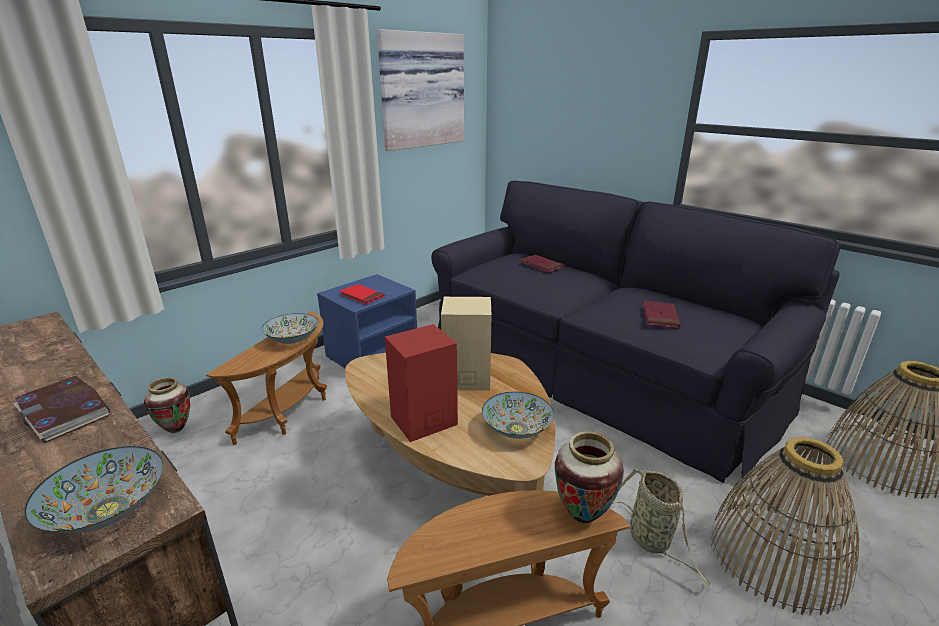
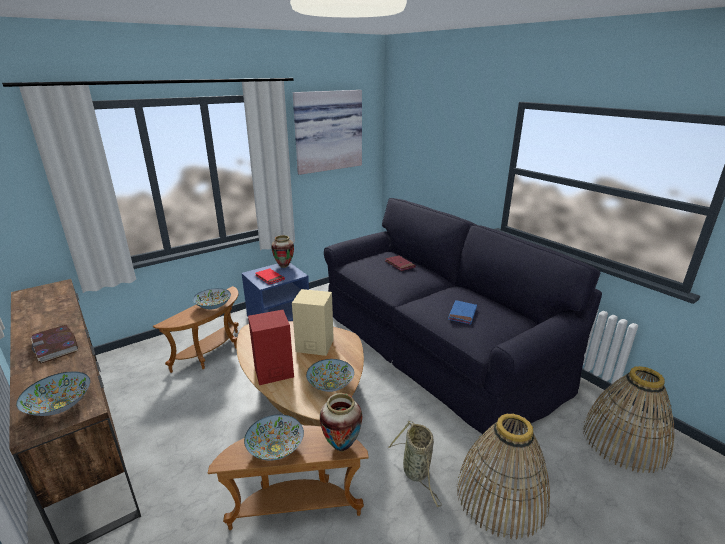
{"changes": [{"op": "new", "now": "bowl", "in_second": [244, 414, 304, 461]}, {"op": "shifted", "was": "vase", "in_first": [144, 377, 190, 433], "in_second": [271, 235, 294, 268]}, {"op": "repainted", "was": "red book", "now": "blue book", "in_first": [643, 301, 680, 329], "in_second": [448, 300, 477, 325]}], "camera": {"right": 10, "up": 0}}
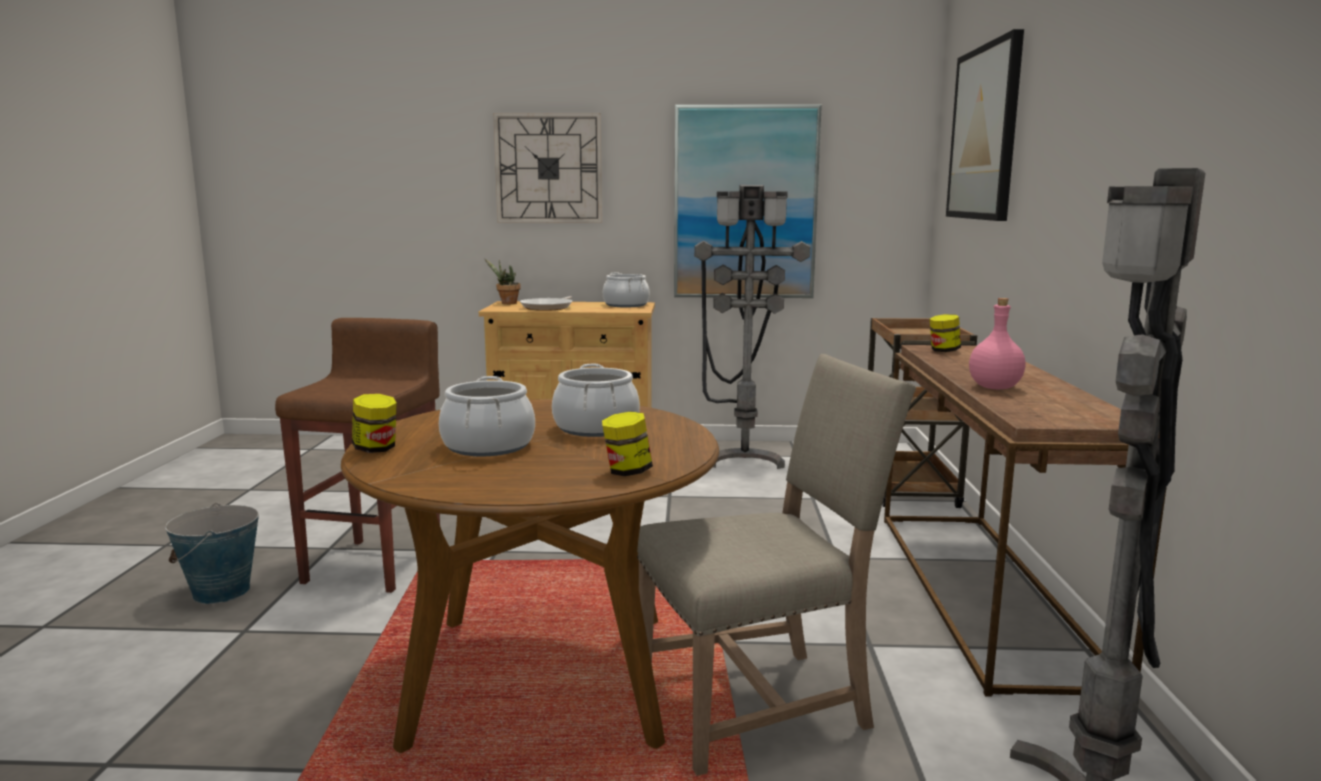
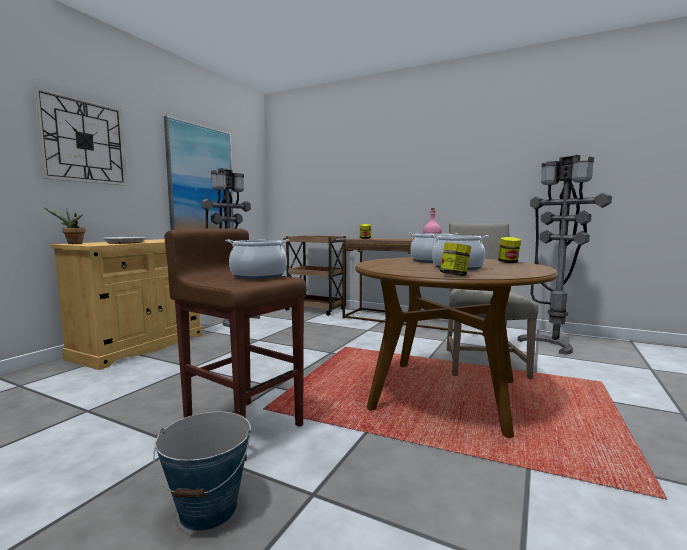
{"changes": [{"op": "shifted", "was": "cooking pot", "in_first": [603, 273, 650, 307], "in_second": [226, 239, 289, 279]}, {"op": "gone", "was": "picture", "in_first": [946, 29, 1024, 221]}], "camera": {"right": -65, "up": -5}}
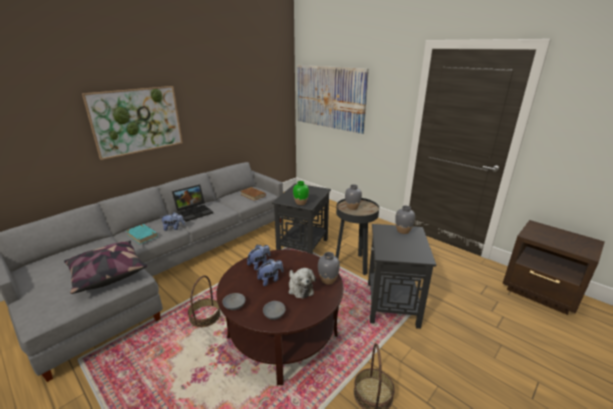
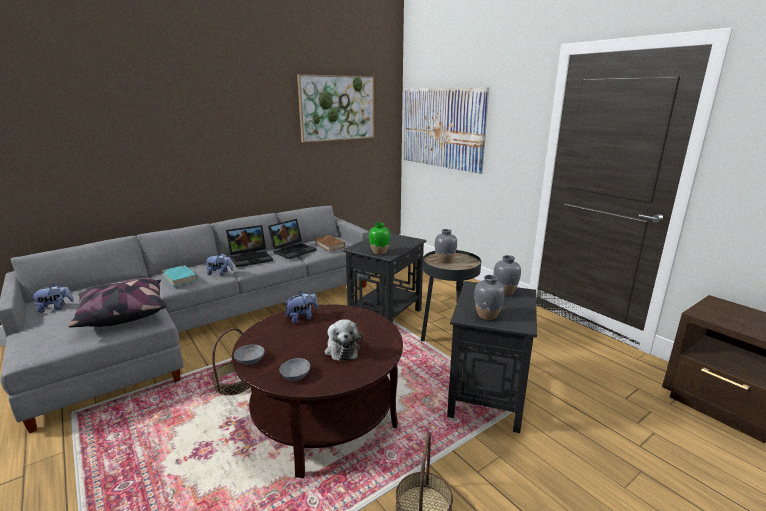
{"changes": [{"op": "shifted", "was": "plush toy", "in_first": [257, 259, 284, 286], "in_second": [31, 284, 74, 313]}, {"op": "new", "now": "laptop", "in_second": [268, 219, 316, 259]}, {"op": "shifted", "was": "picture", "in_first": [82, 86, 183, 160], "in_second": [297, 74, 374, 142]}, {"op": "shifted", "was": "grey vase", "in_first": [318, 252, 340, 284], "in_second": [474, 275, 505, 320]}], "camera": {"right": 10, "up": -5}}
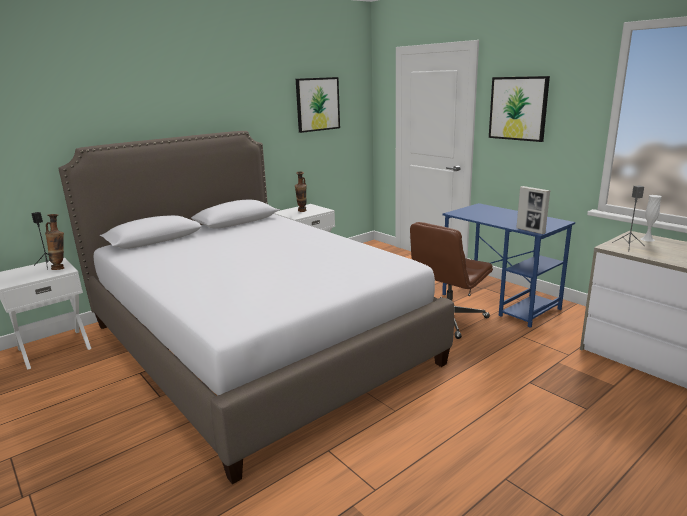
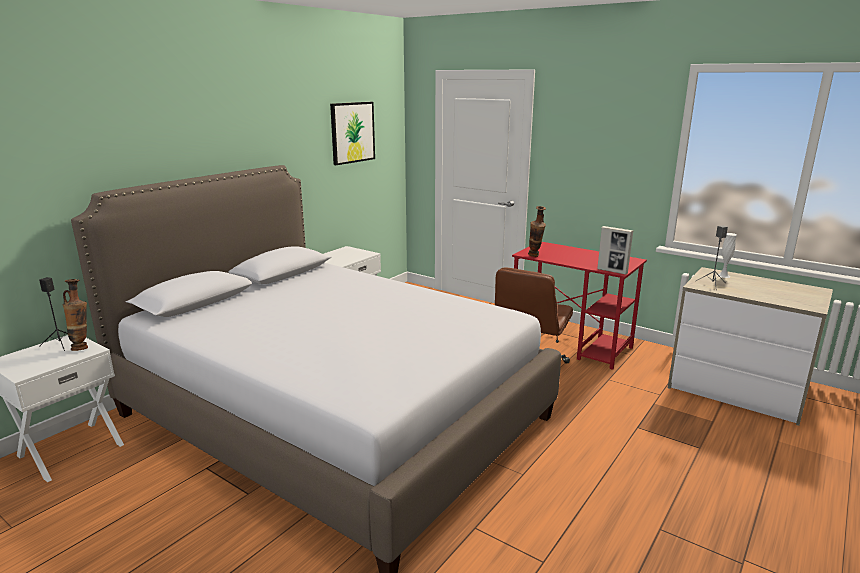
{"changes": [{"op": "repainted", "was": "blue desk", "now": "red desk", "in_first": [442, 203, 575, 328], "in_second": [512, 242, 647, 370]}, {"op": "shifted", "was": "vase", "in_first": [295, 171, 307, 212], "in_second": [528, 206, 546, 257]}, {"op": "gone", "was": "picture", "in_first": [489, 76, 550, 142]}], "camera": {"right": -15, "up": 0}}
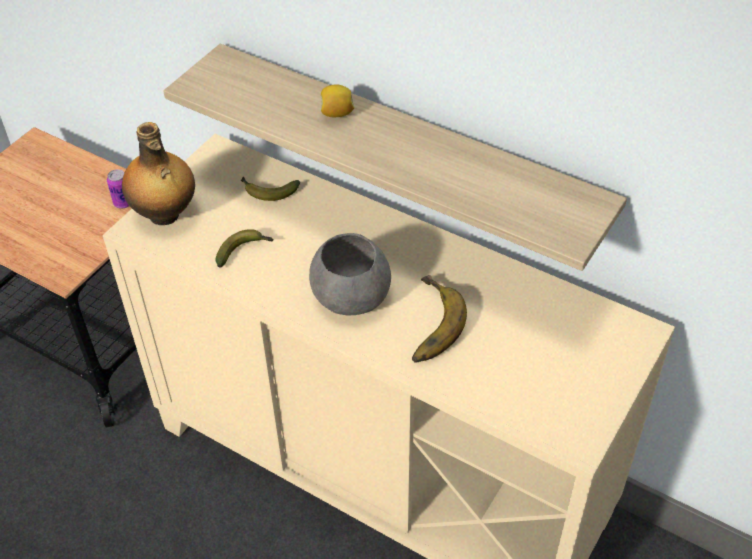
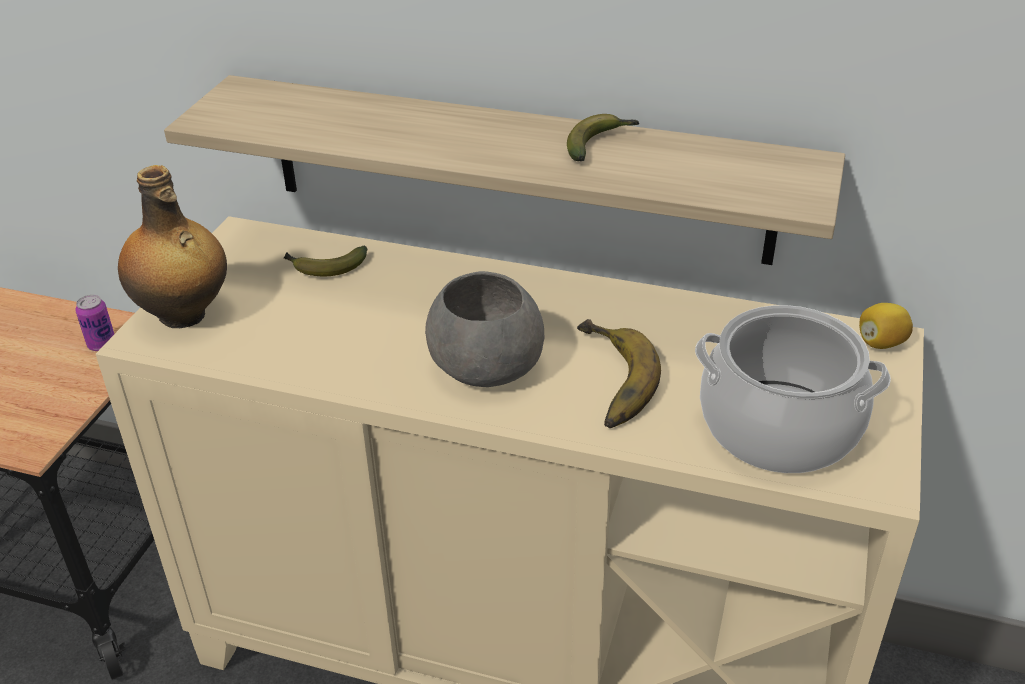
{"changes": [{"op": "shifted", "was": "banana", "in_first": [215, 229, 274, 267], "in_second": [567, 114, 639, 161]}, {"op": "new", "now": "cooking pot", "in_second": [695, 305, 891, 473]}, {"op": "shifted", "was": "lemon", "in_first": [321, 84, 355, 117], "in_second": [859, 303, 913, 349]}], "camera": {"right": -15, "up": -10}}
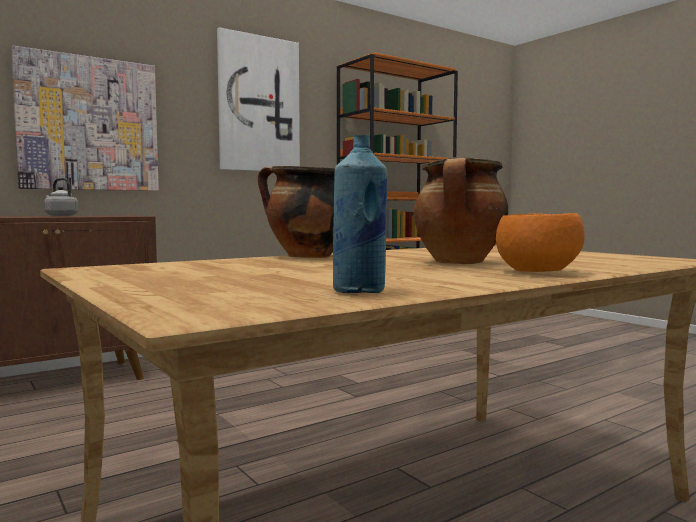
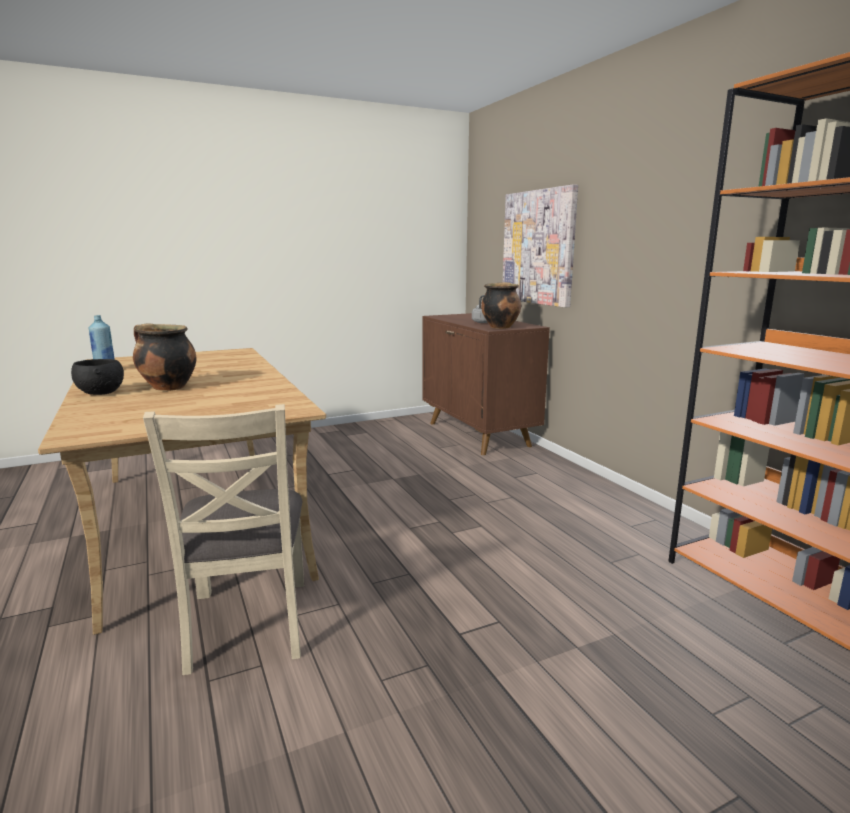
{"changes": [{"op": "repainted", "was": "orange bowl", "now": "black bowl", "in_first": [496, 213, 585, 272], "in_second": [71, 359, 124, 395]}, {"op": "new", "now": "beige chair", "in_second": [143, 404, 304, 675]}, {"op": "shifted", "was": "cooking pot", "in_first": [258, 166, 335, 258], "in_second": [481, 282, 521, 329]}, {"op": "gone", "was": "picture", "in_first": [217, 27, 300, 171]}], "camera": {"right": 100, "up": 10}}
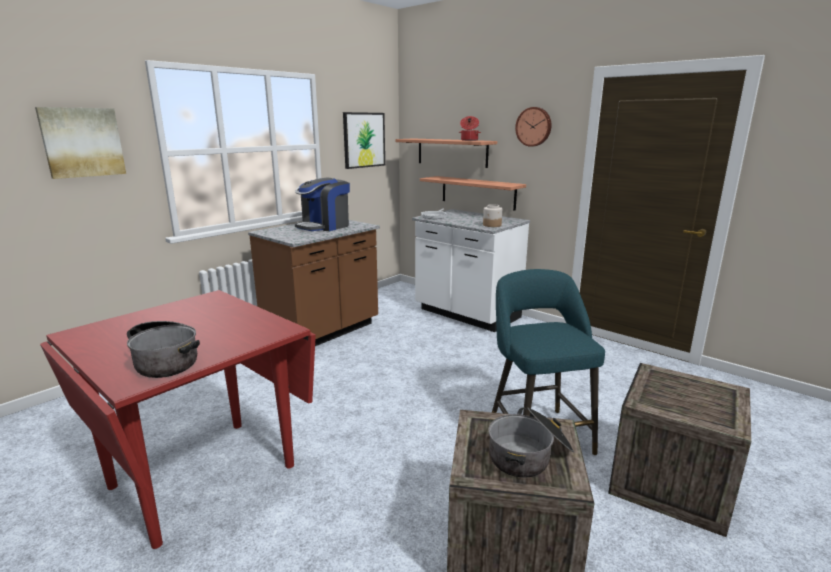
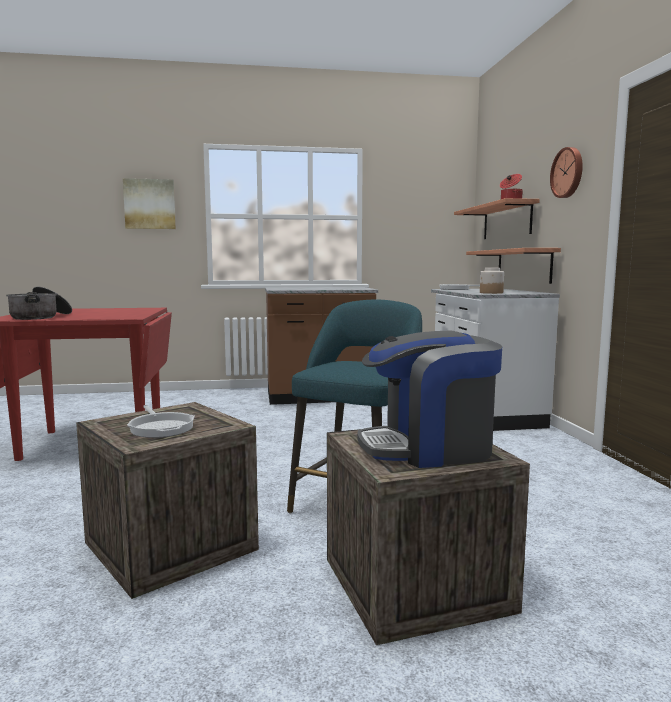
{"changes": [{"op": "swapped", "was": "cooking pot", "now": "frying pan", "in_first": [488, 407, 574, 478], "in_second": [127, 405, 195, 438]}, {"op": "shifted", "was": "coffee machine", "in_first": [295, 178, 350, 231], "in_second": [357, 331, 502, 468]}, {"op": "gone", "was": "picture", "in_first": [343, 112, 385, 169]}], "camera": {"right": 40, "up": -10}}
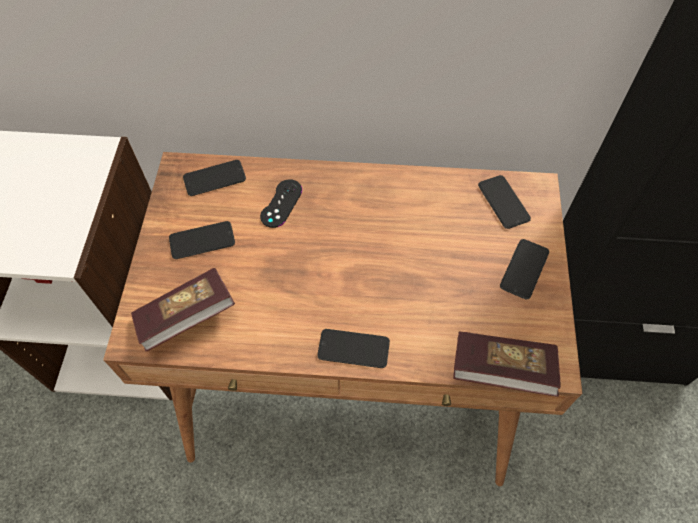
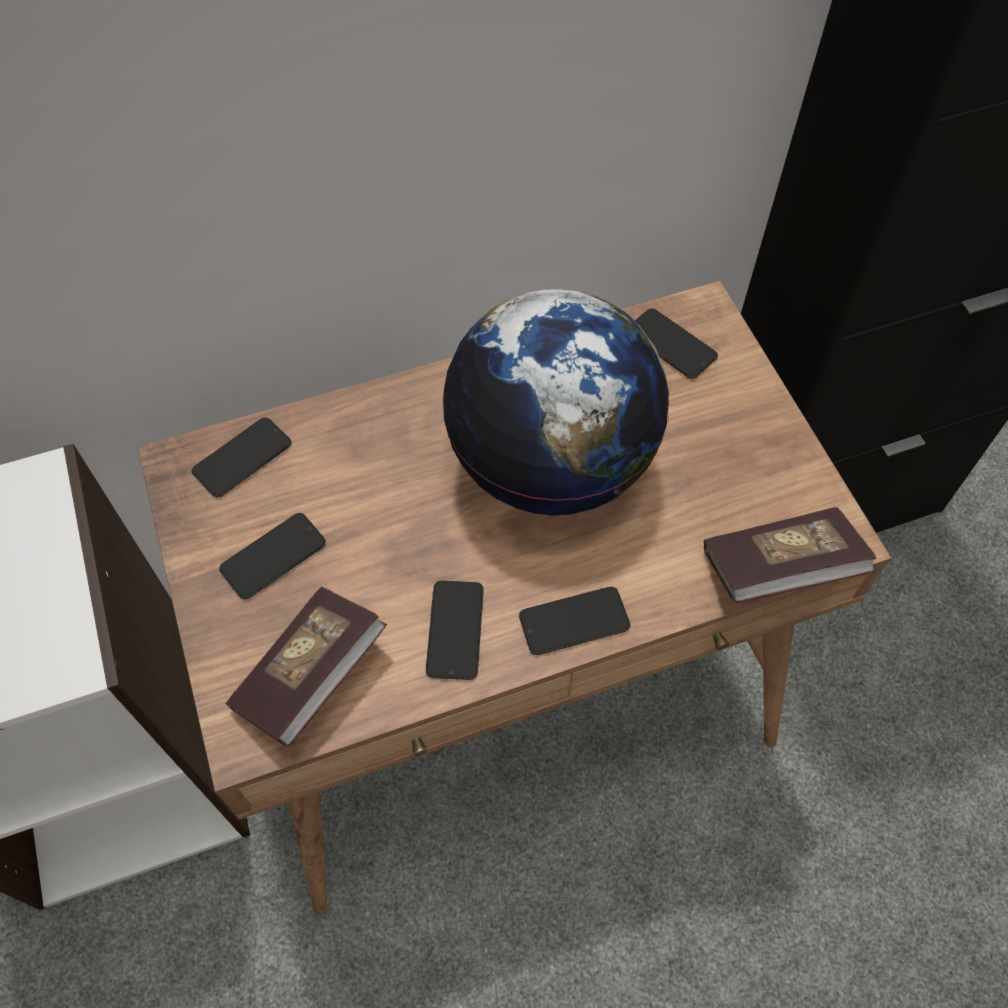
{"changes": [{"op": "shifted", "was": "phone", "in_first": [500, 239, 549, 299], "in_second": [426, 581, 484, 680]}, {"op": "new", "now": "globe", "in_second": [442, 289, 669, 516]}, {"op": "gone", "was": "black game controller", "in_first": [260, 179, 302, 228]}], "camera": {"right": -25, "up": 0}}
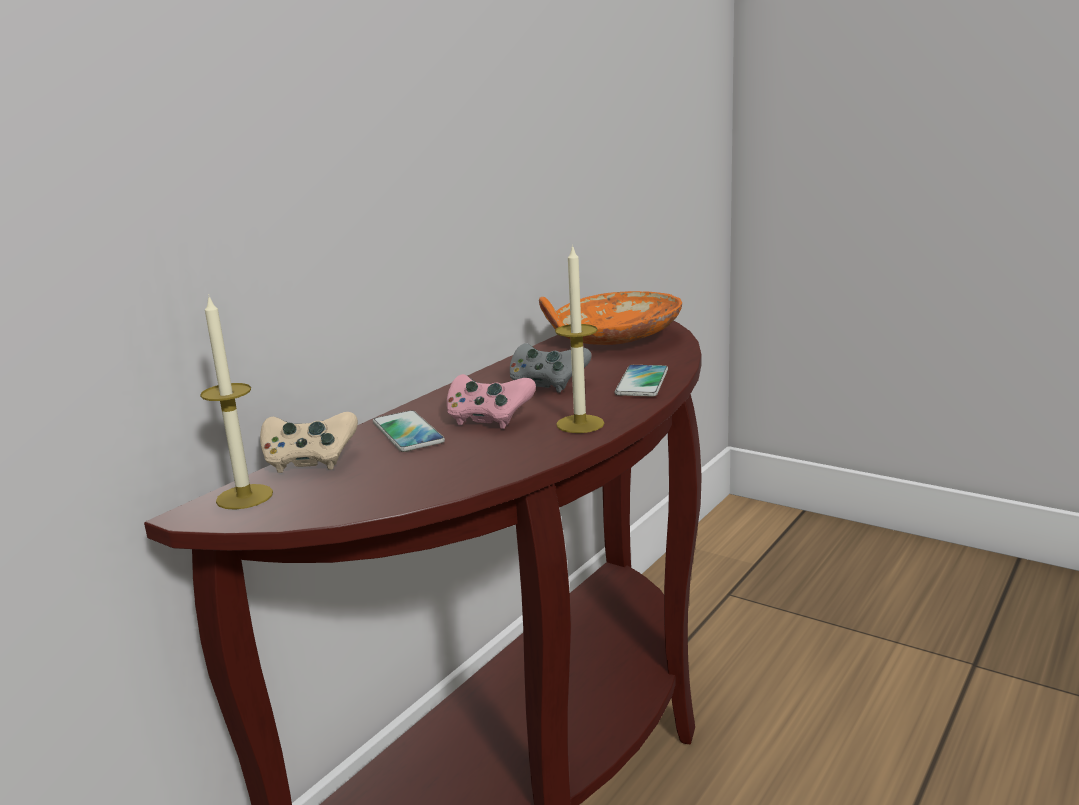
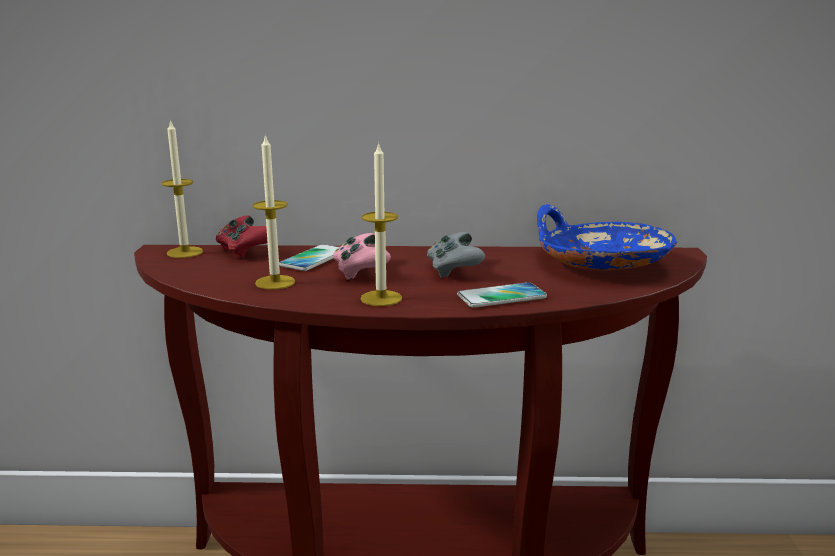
{"changes": [{"op": "repainted", "was": "beige game controller", "now": "red game controller", "in_first": [260, 412, 358, 473], "in_second": [216, 215, 268, 259]}, {"op": "new", "now": "candle", "in_second": [252, 135, 295, 290]}, {"op": "repainted", "was": "orange bowl", "now": "blue bowl", "in_first": [539, 291, 682, 345], "in_second": [537, 204, 677, 270]}], "camera": {"right": 55, "up": 0}}
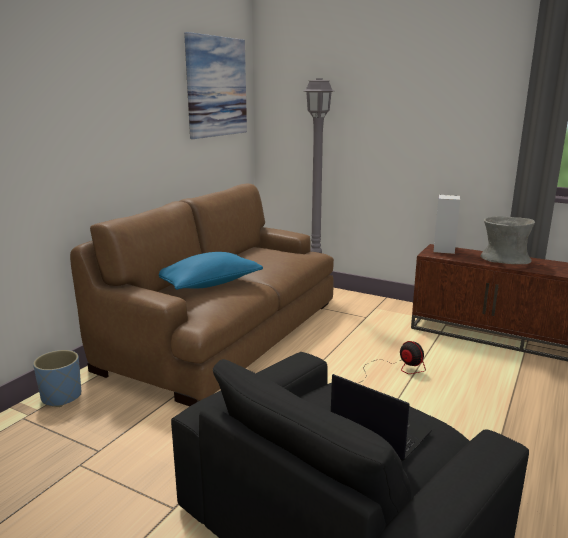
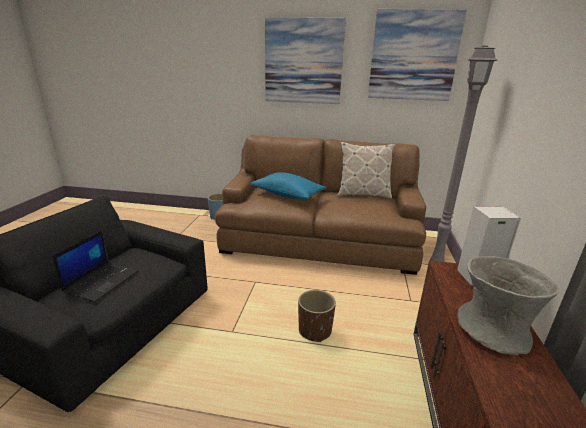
{"changes": [{"op": "new", "now": "picture", "in_second": [265, 17, 346, 104]}, {"op": "swapped", "was": "fan", "now": "brown planter", "in_first": [359, 341, 426, 383], "in_second": [298, 290, 336, 342]}, {"op": "new", "now": "pillow", "in_second": [337, 142, 395, 199]}], "camera": {"right": 70, "up": 5}}
